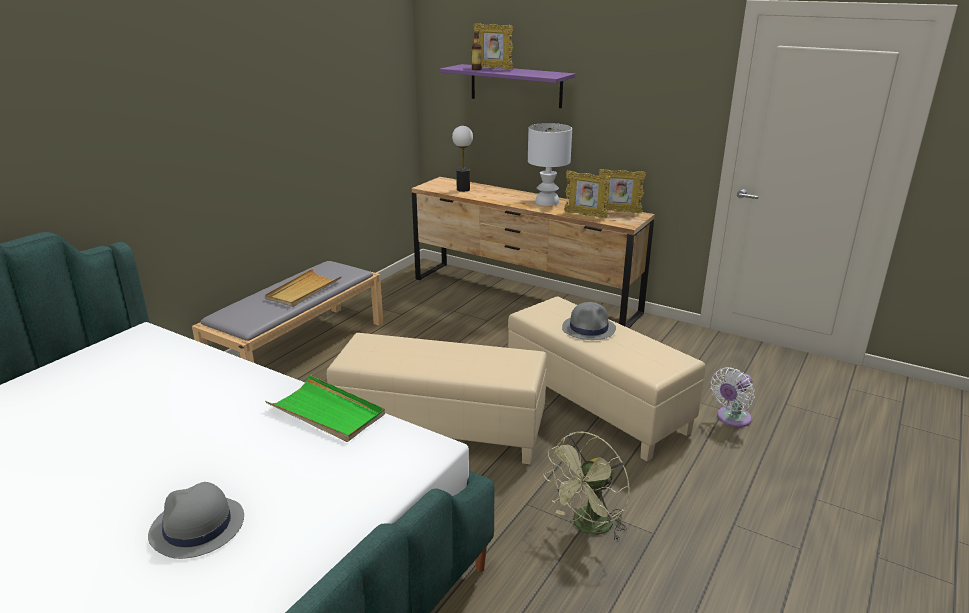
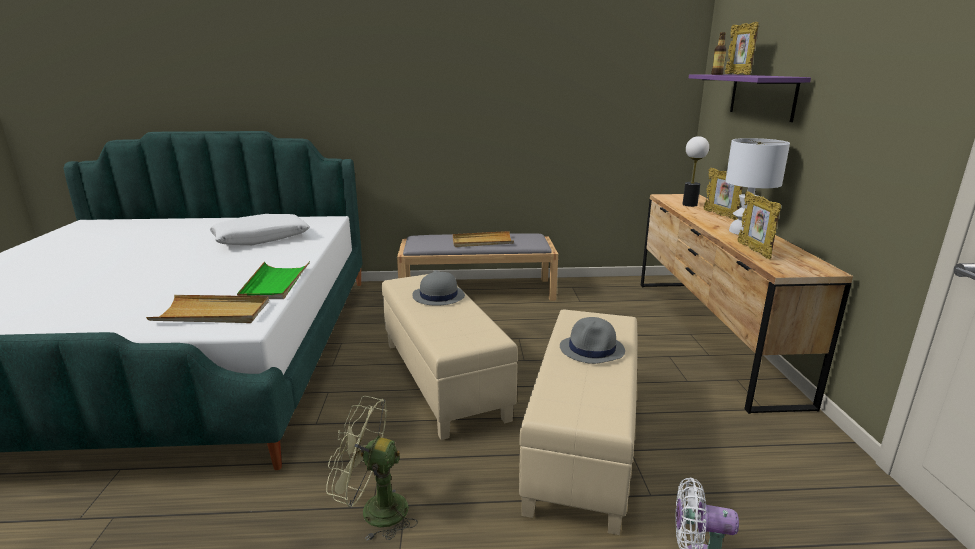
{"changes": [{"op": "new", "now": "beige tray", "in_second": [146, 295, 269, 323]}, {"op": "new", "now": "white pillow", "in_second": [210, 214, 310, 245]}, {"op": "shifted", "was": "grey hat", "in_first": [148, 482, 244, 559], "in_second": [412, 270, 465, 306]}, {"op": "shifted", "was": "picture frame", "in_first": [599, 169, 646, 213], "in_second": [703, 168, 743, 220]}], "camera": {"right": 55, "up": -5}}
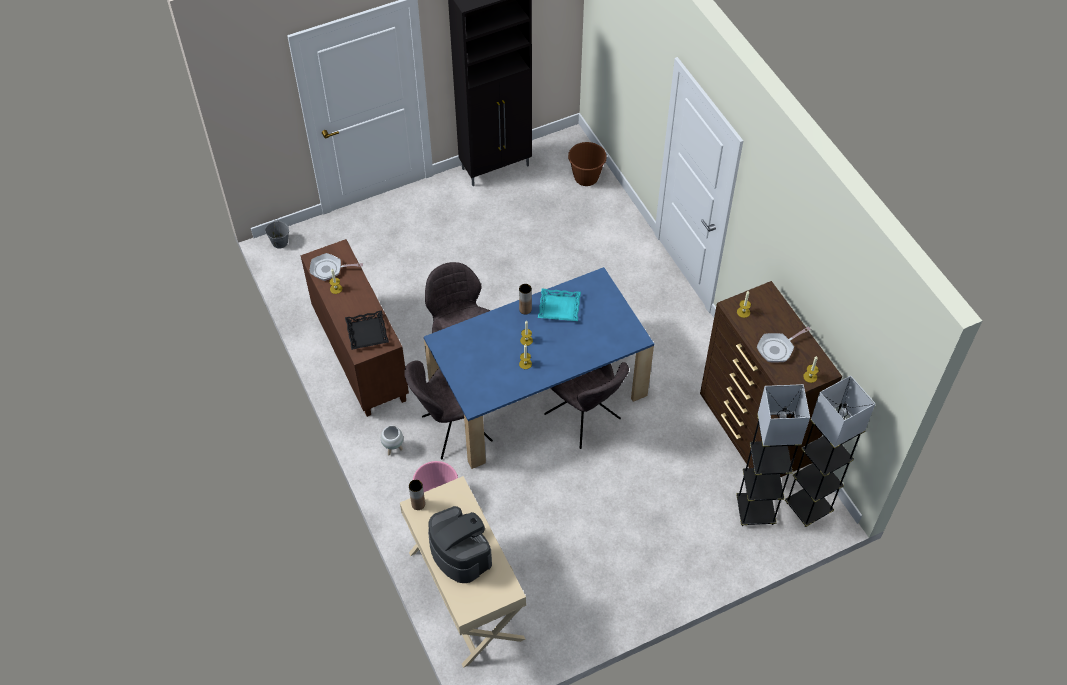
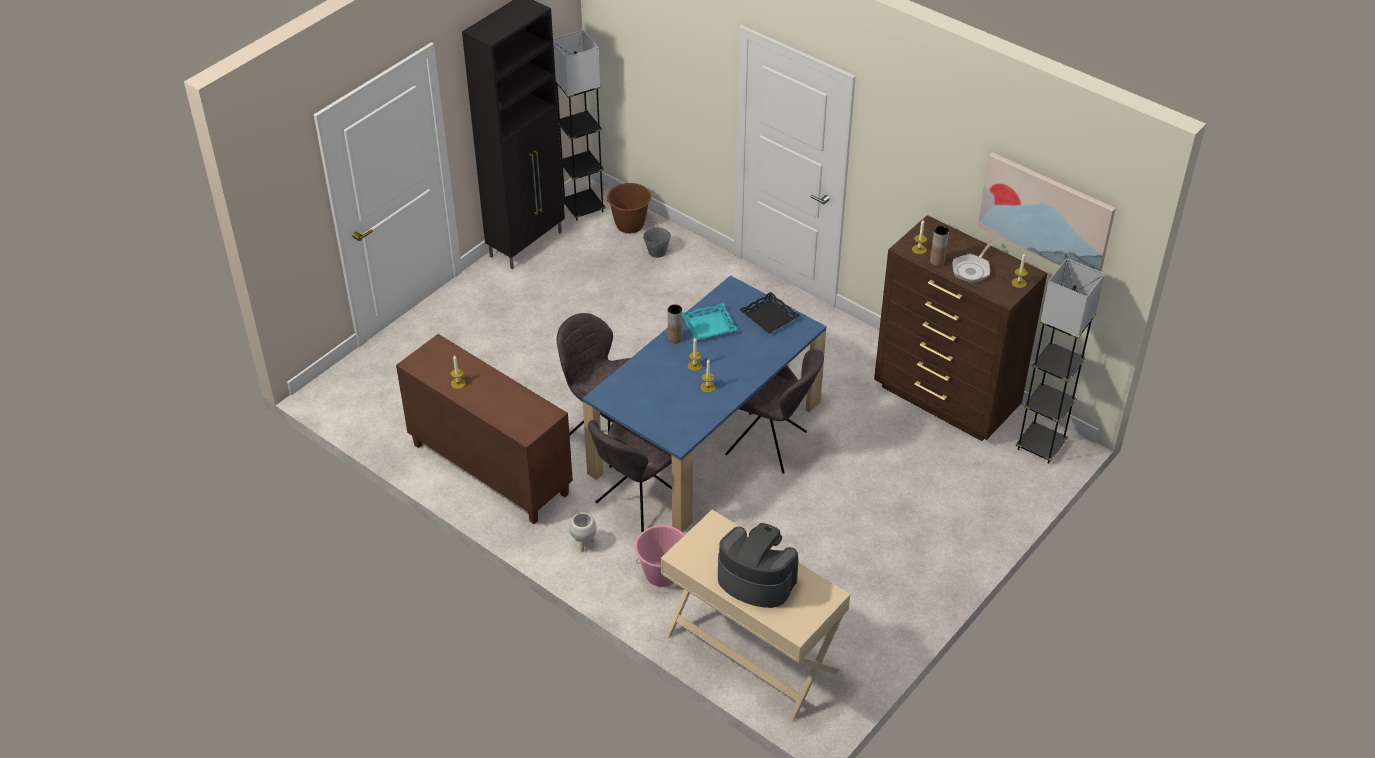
{"changes": [{"op": "shifted", "was": "grey floor lamp", "in_first": [736, 384, 810, 526], "in_second": [553, 30, 606, 221]}, {"op": "shifted", "was": "grey bucket", "in_first": [265, 219, 289, 249], "in_second": [643, 222, 671, 258]}, {"op": "shifted", "was": "black tray", "in_first": [345, 310, 389, 350], "in_second": [739, 292, 800, 334]}, {"op": "shifted", "was": "brown vase", "in_first": [409, 480, 425, 510], "in_second": [930, 226, 949, 266]}, {"op": "new", "now": "picture", "in_second": [978, 152, 1116, 272]}, {"op": "gone", "was": "frying pan", "in_first": [310, 253, 363, 281]}], "camera": {"right": -25, "up": -10}}
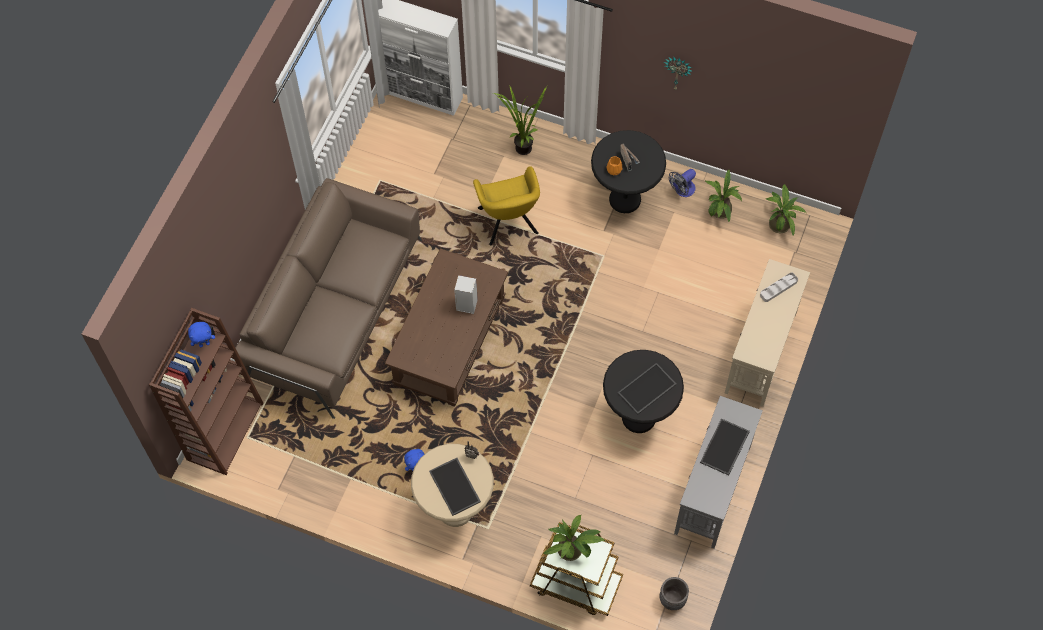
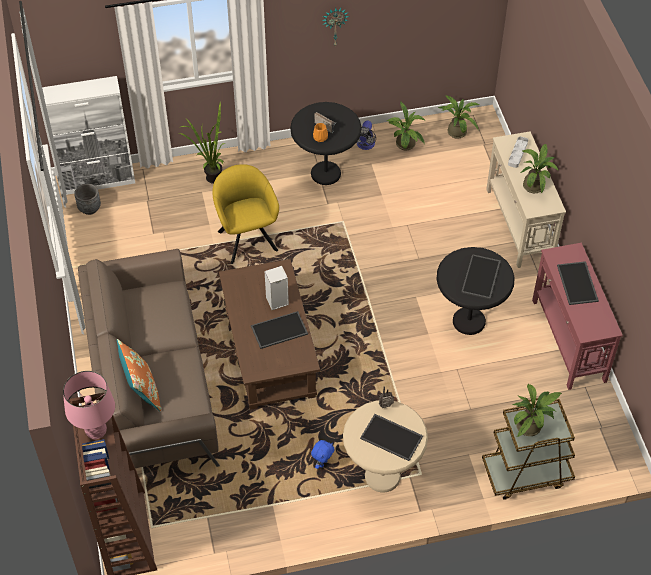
{"changes": [{"op": "swapped", "was": "blue plush toy", "now": "pink table lamp", "in_first": [188, 322, 215, 348], "in_second": [63, 371, 115, 440]}, {"op": "shifted", "was": "grey planter", "in_first": [660, 577, 689, 610], "in_second": [74, 184, 101, 215]}, {"op": "new", "now": "orange pillow", "in_second": [117, 339, 161, 411]}, {"op": "rotated", "was": "yellow armchair", "in_first": [473, 166, 540, 246], "in_second": [212, 164, 279, 264], "clockwise": -150}, {"op": "new", "now": "tray", "in_second": [251, 311, 308, 349]}, {"op": "new", "now": "potted plant", "in_second": [521, 144, 558, 193]}, {"op": "repainted", "was": "grey console table", "now": "red console table", "in_first": [674, 396, 763, 549], "in_second": [532, 243, 623, 390]}], "camera": {"right": -35, "up": -10}}
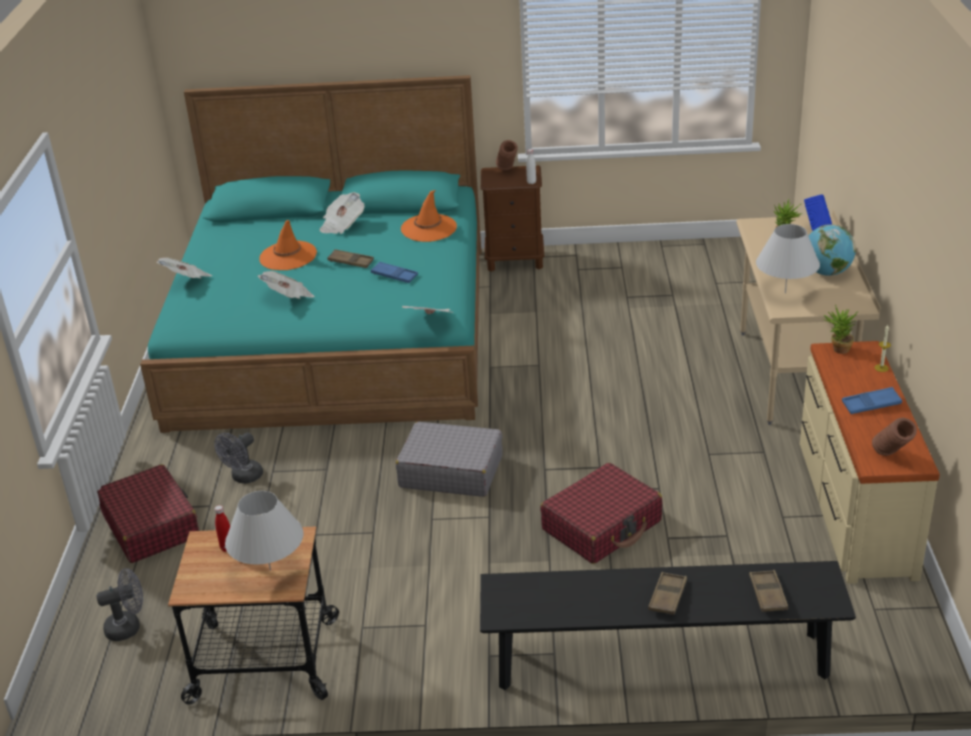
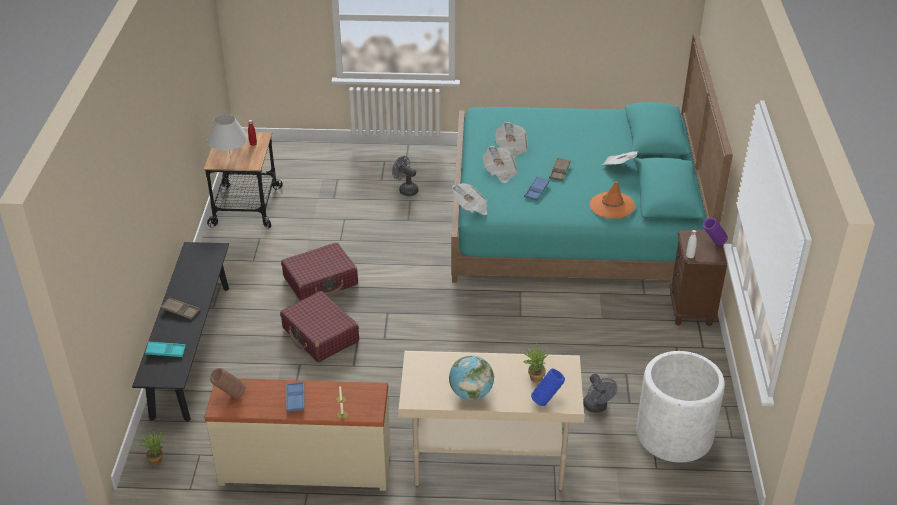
{"changes": [{"op": "shifted", "was": "potted plant", "in_first": [823, 304, 858, 354], "in_second": [139, 431, 163, 465]}, {"op": "repainted", "was": "brown tray", "now": "turquoise tray", "in_first": [749, 570, 788, 612], "in_second": [145, 342, 186, 357]}, {"op": "shifted", "was": "red suitcase", "in_first": [97, 464, 199, 563], "in_second": [281, 243, 358, 301]}, {"op": "shifted", "was": "newspaper", "in_first": [156, 257, 212, 278], "in_second": [482, 146, 518, 183]}, {"op": "shifted", "was": "grey fan", "in_first": [96, 568, 143, 641], "in_second": [583, 374, 617, 413]}, {"op": "new", "now": "white planter", "in_second": [636, 351, 725, 463]}, {"op": "repainted", "was": "brown vase", "now": "purple vase", "in_first": [496, 140, 518, 170], "in_second": [702, 217, 728, 245]}, {"op": "gone", "was": "orange hat", "in_first": [259, 220, 317, 270]}, {"op": "gone", "was": "grey suitcase", "in_first": [396, 422, 503, 497]}, {"op": "gone", "was": "white table lamp", "in_first": [756, 224, 820, 293]}], "camera": {"right": 90, "up": 5}}
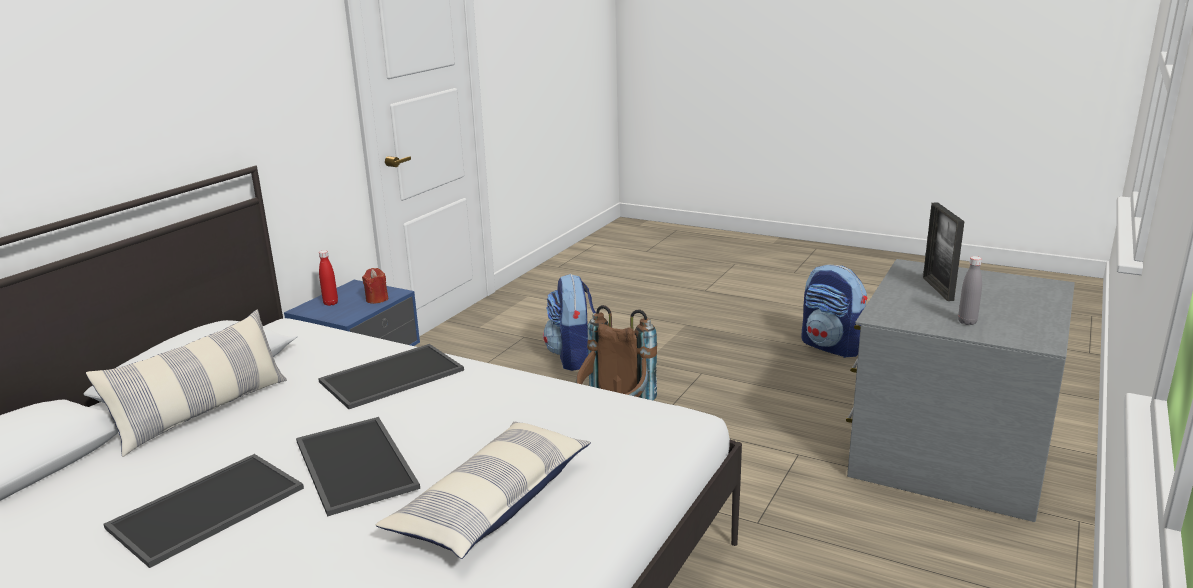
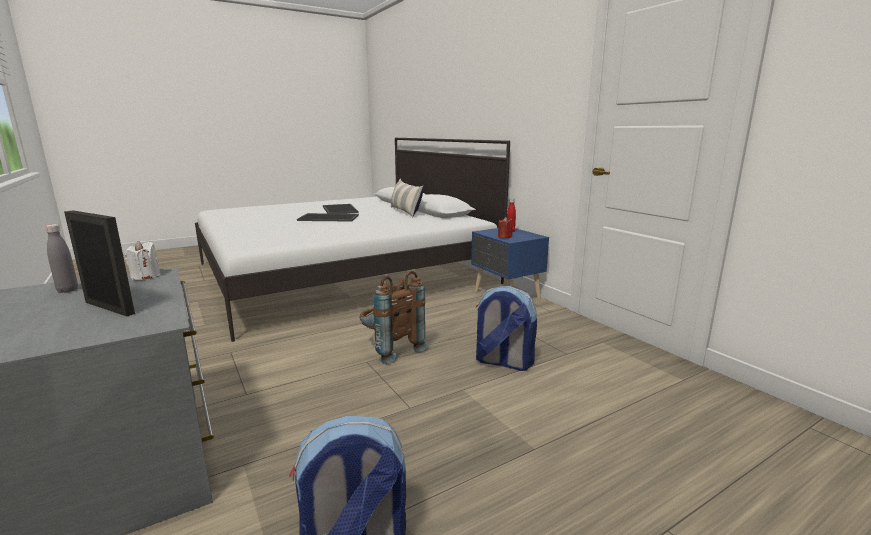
{"changes": [{"op": "new", "now": "white candle", "in_second": [125, 241, 160, 280]}, {"op": "gone", "was": "tray", "in_first": [318, 344, 464, 409]}, {"op": "gone", "was": "pillow", "in_first": [376, 422, 591, 559]}], "camera": {"right": 120, "up": -5}}
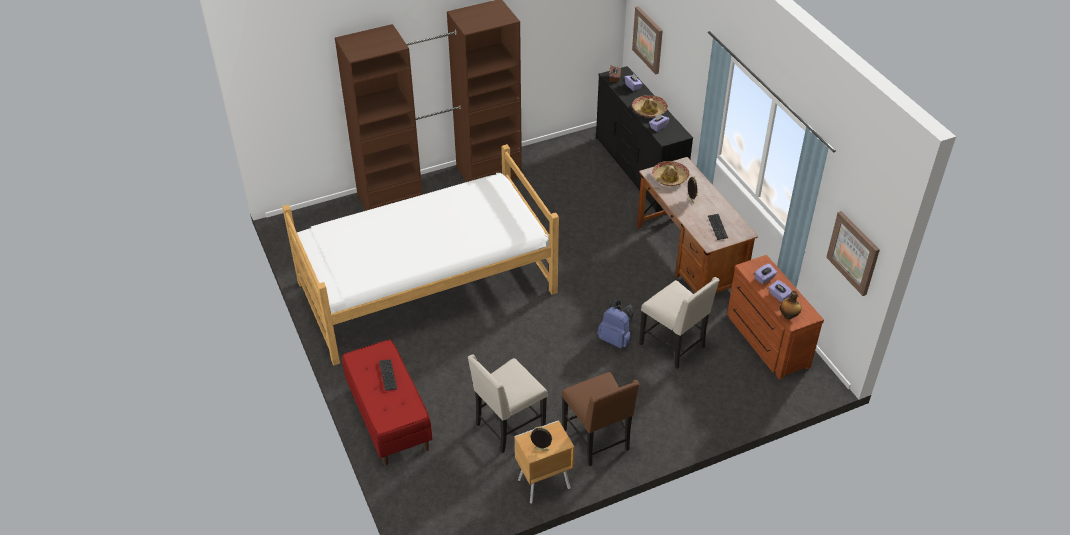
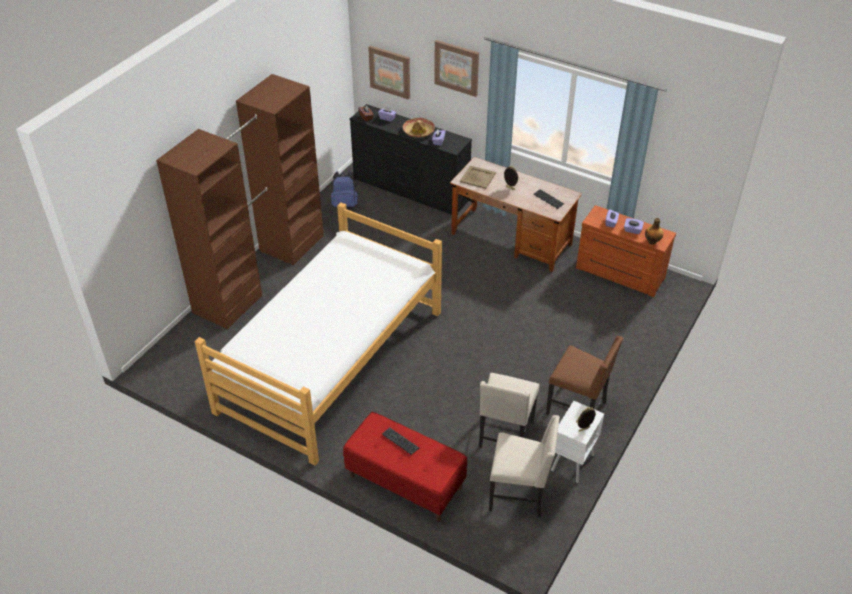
{"changes": [{"op": "shifted", "was": "blue backpack", "in_first": [597, 300, 634, 348], "in_second": [331, 171, 358, 207]}, {"op": "shifted", "was": "picture", "in_first": [826, 211, 880, 296], "in_second": [434, 40, 479, 97]}, {"op": "swapped", "was": "hat", "now": "beige tray", "in_first": [652, 161, 690, 186], "in_second": [460, 166, 496, 189]}, {"op": "shifted", "was": "beige chair", "in_first": [639, 277, 720, 369], "in_second": [489, 415, 560, 518]}, {"op": "repainted", "was": "brown nightstand", "now": "white nightstand", "in_first": [515, 420, 575, 504], "in_second": [551, 401, 604, 483]}], "camera": {"right": -35, "up": 0}}
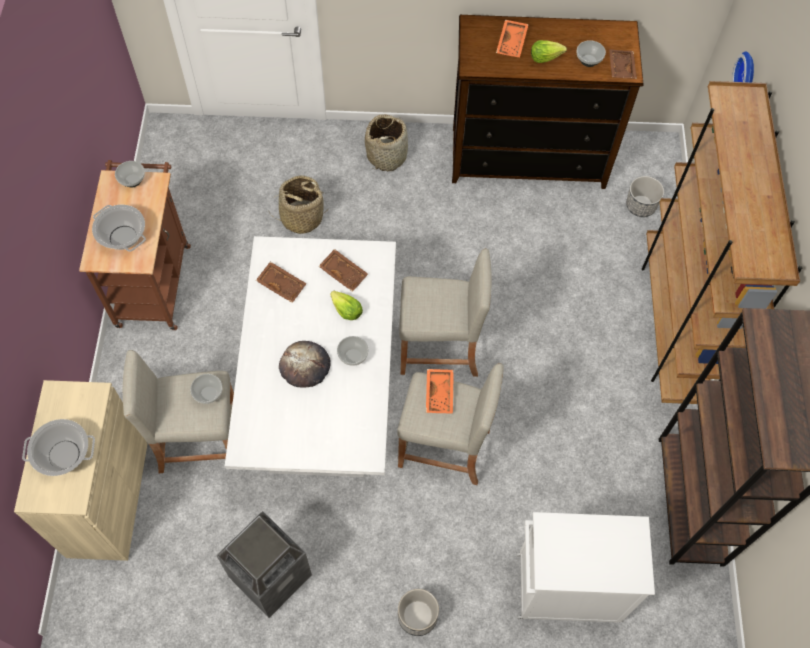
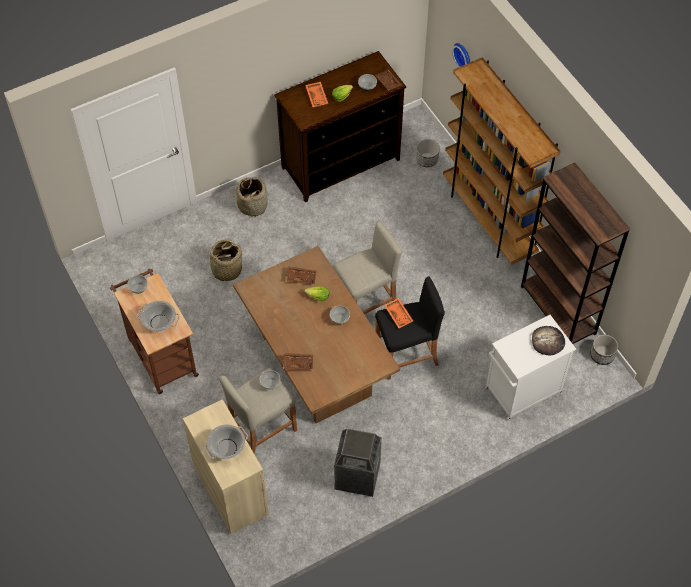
{"changes": [{"op": "repainted", "was": "white dining table", "now": "brown dining table", "in_first": [225, 236, 396, 477], "in_second": [233, 246, 400, 424]}, {"op": "shifted", "was": "brown tray", "in_first": [256, 262, 307, 303], "in_second": [283, 353, 313, 370]}, {"op": "repainted", "was": "beige stool", "now": "black stool", "in_first": [397, 363, 504, 485], "in_second": [375, 277, 445, 380]}, {"op": "shifted", "was": "bread", "in_first": [279, 341, 331, 388], "in_second": [532, 326, 565, 355]}, {"op": "shifted", "was": "planter", "in_first": [398, 589, 439, 636], "in_second": [590, 334, 618, 365]}], "camera": {"right": -30, "up": -5}}
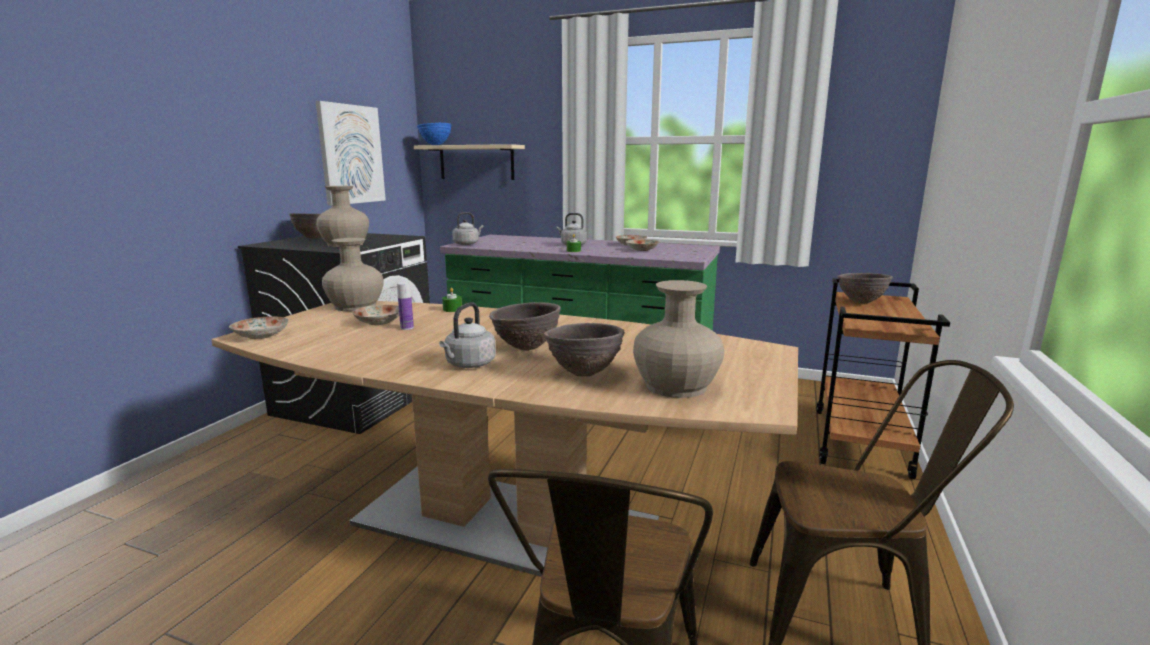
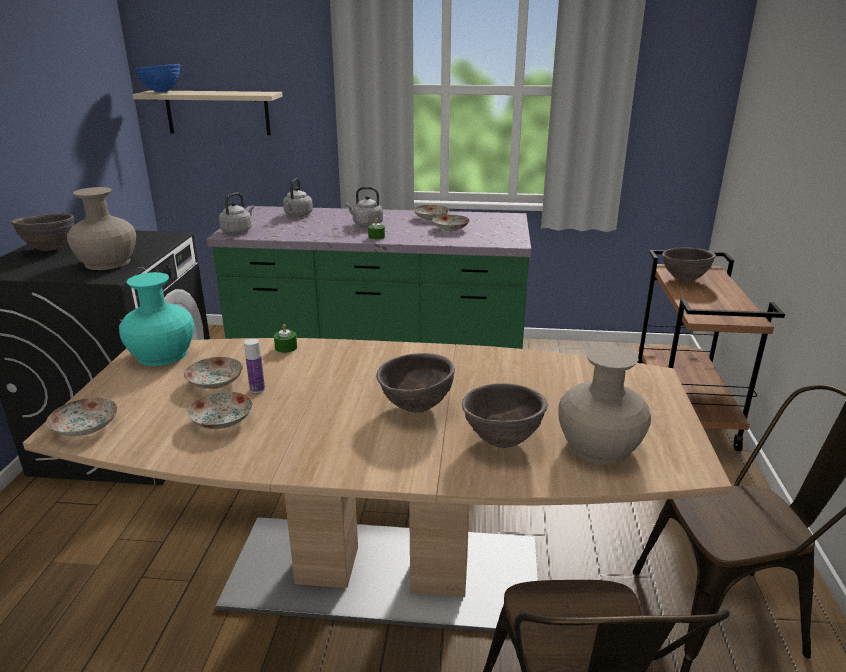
{"changes": [{"op": "repainted", "was": "beige vase", "now": "turquoise vase", "in_first": [322, 238, 384, 311], "in_second": [119, 272, 194, 366]}, {"op": "new", "now": "plate", "in_second": [187, 392, 253, 429]}, {"op": "shifted", "was": "grey kettle", "in_first": [439, 302, 496, 368], "in_second": [283, 178, 313, 216]}, {"op": "gone", "was": "picture", "in_first": [316, 101, 386, 206]}], "camera": {"right": -15, "up": 10}}
